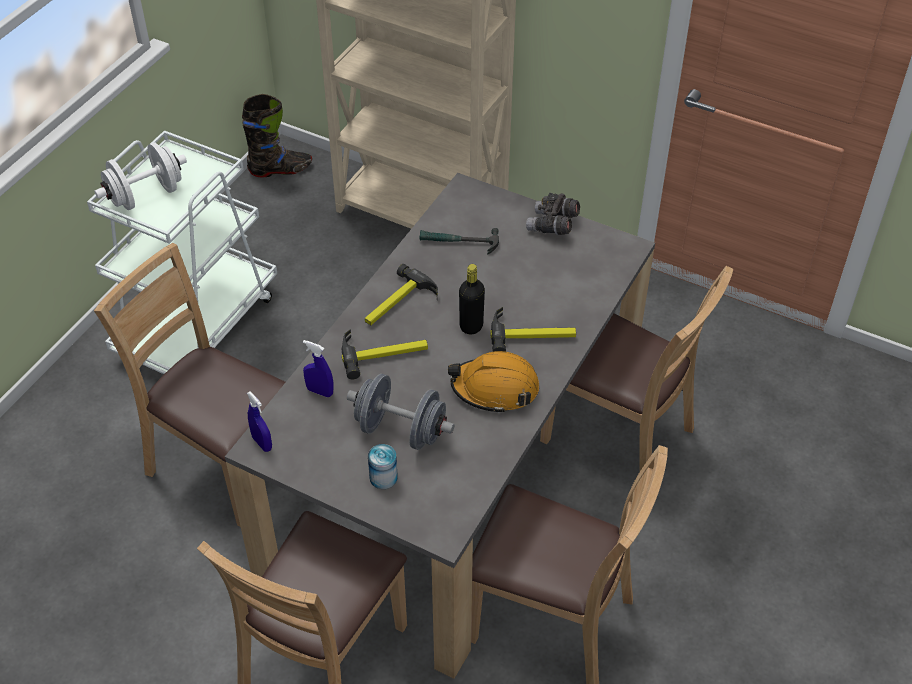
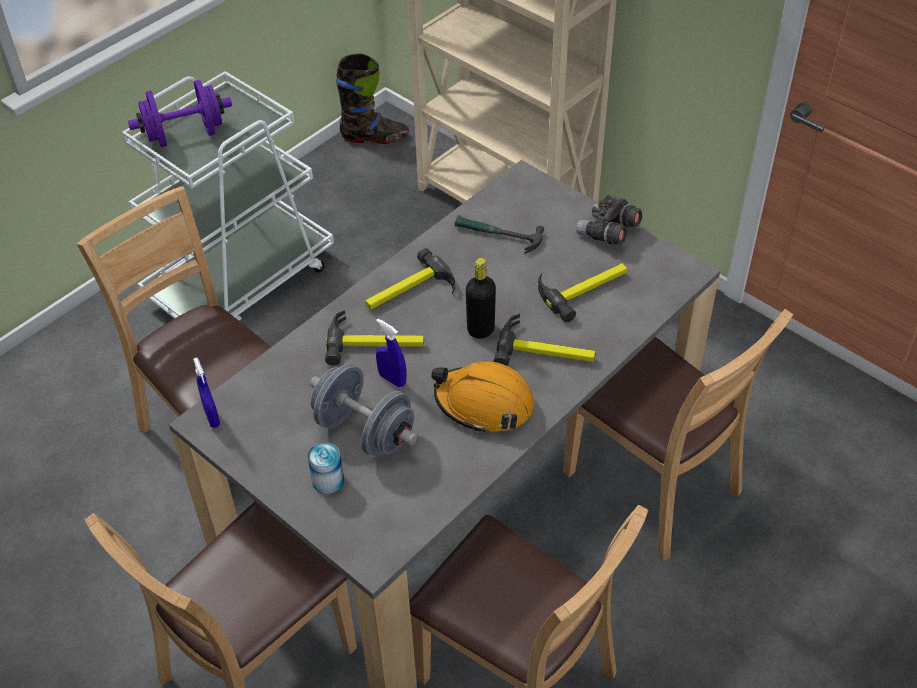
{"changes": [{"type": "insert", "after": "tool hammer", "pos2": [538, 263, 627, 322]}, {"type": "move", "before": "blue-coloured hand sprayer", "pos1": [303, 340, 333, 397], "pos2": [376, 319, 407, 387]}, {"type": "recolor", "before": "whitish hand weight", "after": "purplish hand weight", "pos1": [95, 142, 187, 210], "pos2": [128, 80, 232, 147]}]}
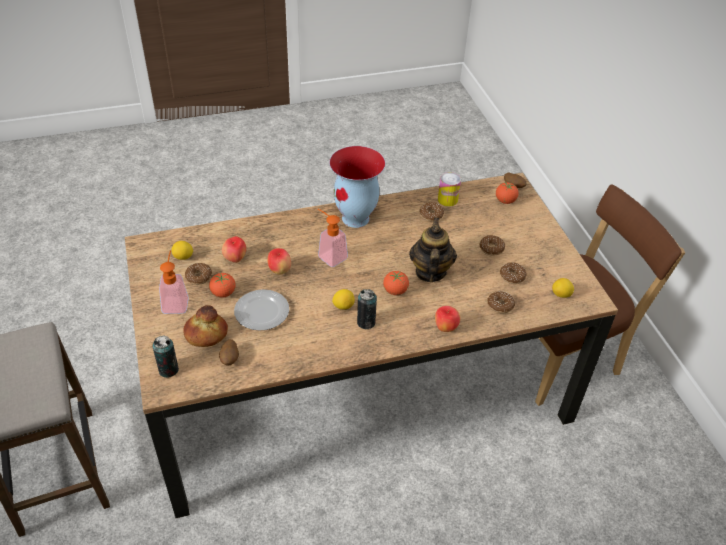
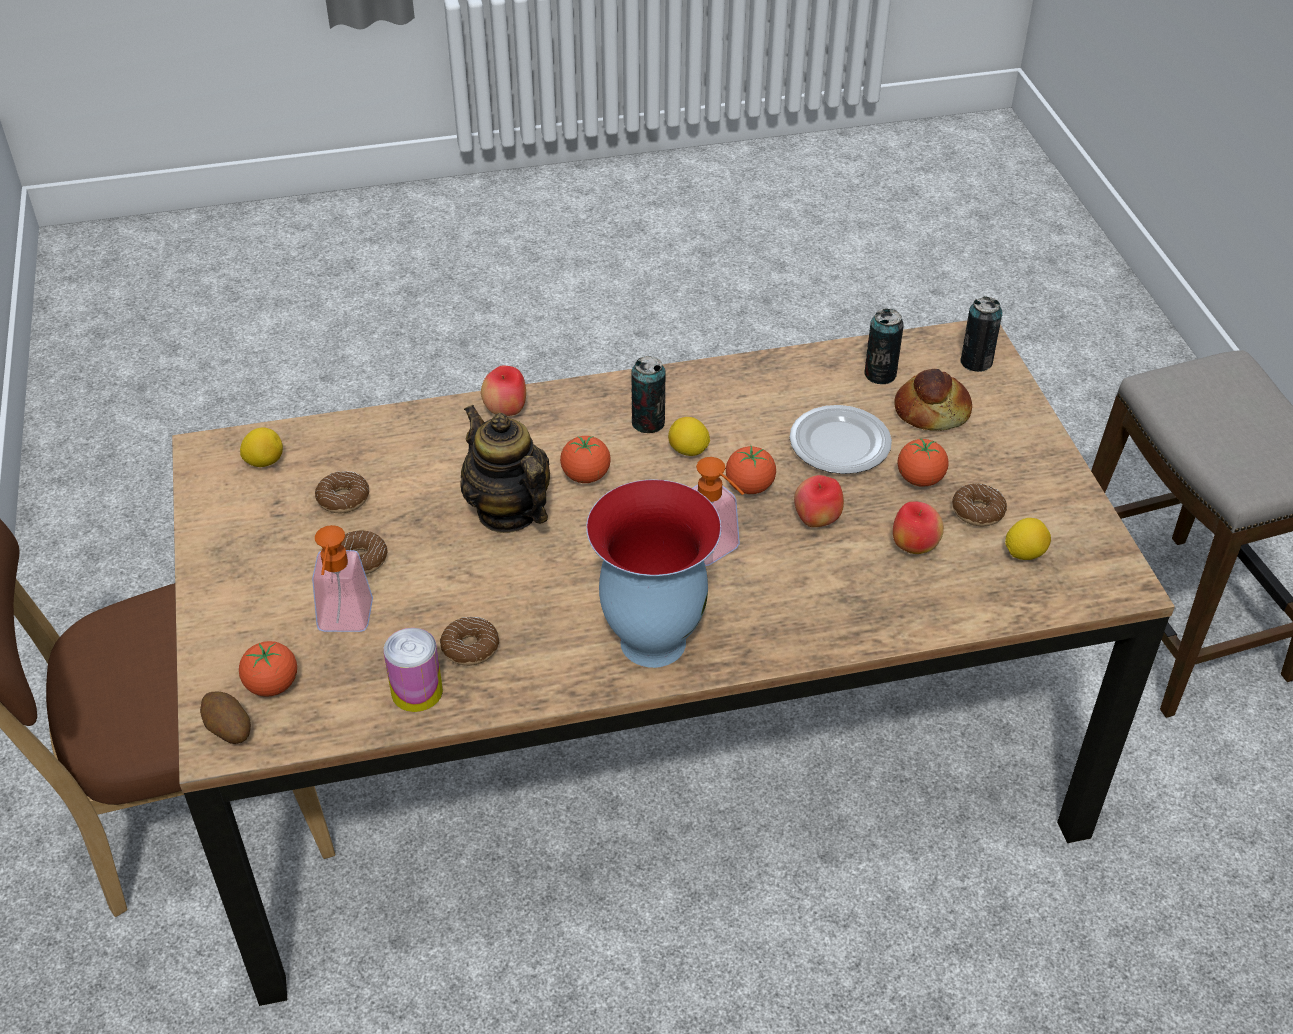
{"changes": [{"type": "delete", "before": "doughnut", "pos1": [487, 291, 515, 313]}, {"type": "insert", "after": "whole tomato", "pos2": [726, 445, 776, 494]}, {"type": "move", "before": "soap bottle", "pos1": [159, 250, 189, 314], "pos2": [312, 525, 373, 632]}, {"type": "replace", "before": "spud", "after": "metal can", "pos1": [219, 339, 239, 366], "pos2": [865, 308, 904, 384]}, {"type": "rotate", "before": "teapot", "pos1": [409, 217, 457, 282], "pos2": [461, 405, 550, 533], "turn": 135}]}
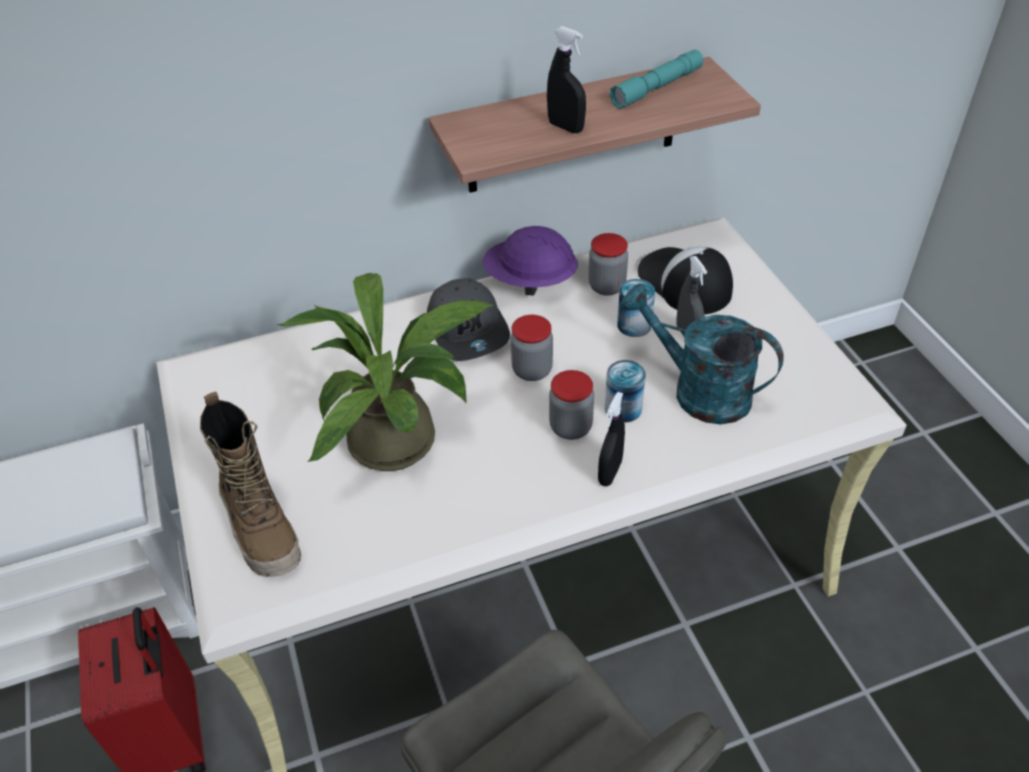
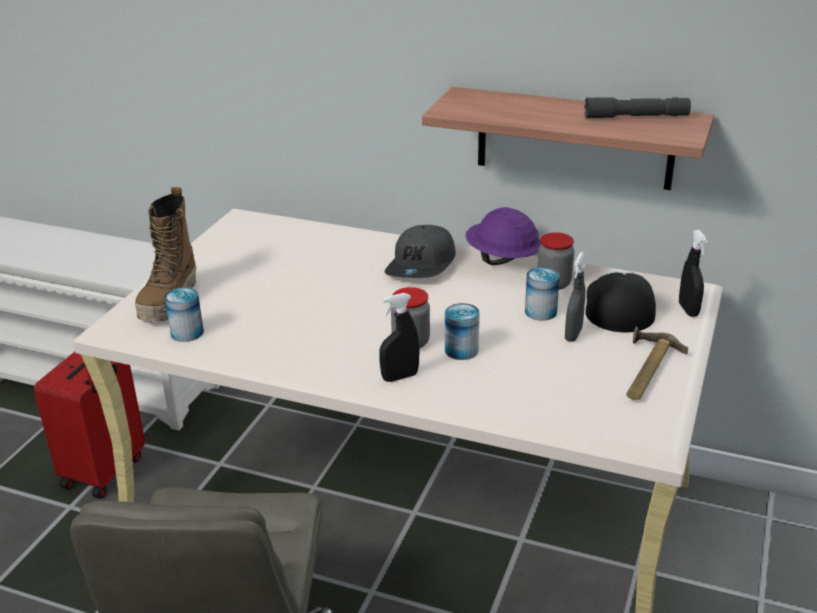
{"changes": [{"type": "delete", "before": "houseplant", "pos1": [277, 273, 494, 471]}, {"type": "delete", "before": "jar", "pos1": [510, 315, 553, 381]}, {"type": "delete", "before": "blue-green sprinkling can", "pos1": [620, 283, 784, 424]}, {"type": "insert", "after": "metal can", "pos2": [164, 287, 204, 342]}, {"type": "insert", "after": "tool hammer", "pos2": [626, 326, 688, 400]}, {"type": "move", "before": "black hand sprayer", "pos1": [547, 26, 586, 133], "pos2": [679, 230, 707, 317]}, {"type": "recolor", "before": "blue-green hand torch", "after": "gray hand torch", "pos1": [609, 50, 703, 109], "pos2": [584, 97, 691, 118]}]}
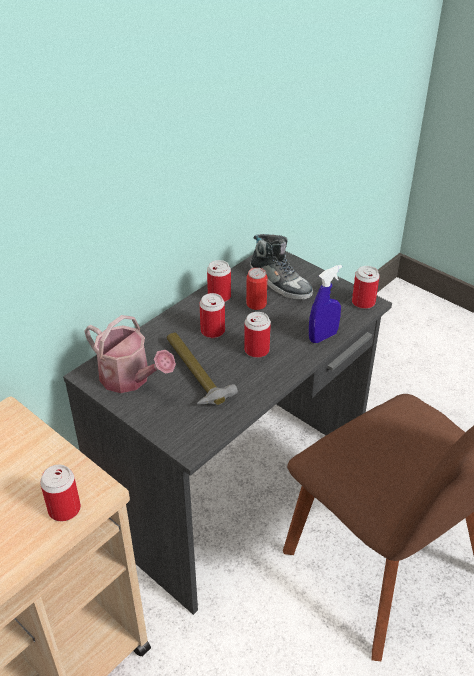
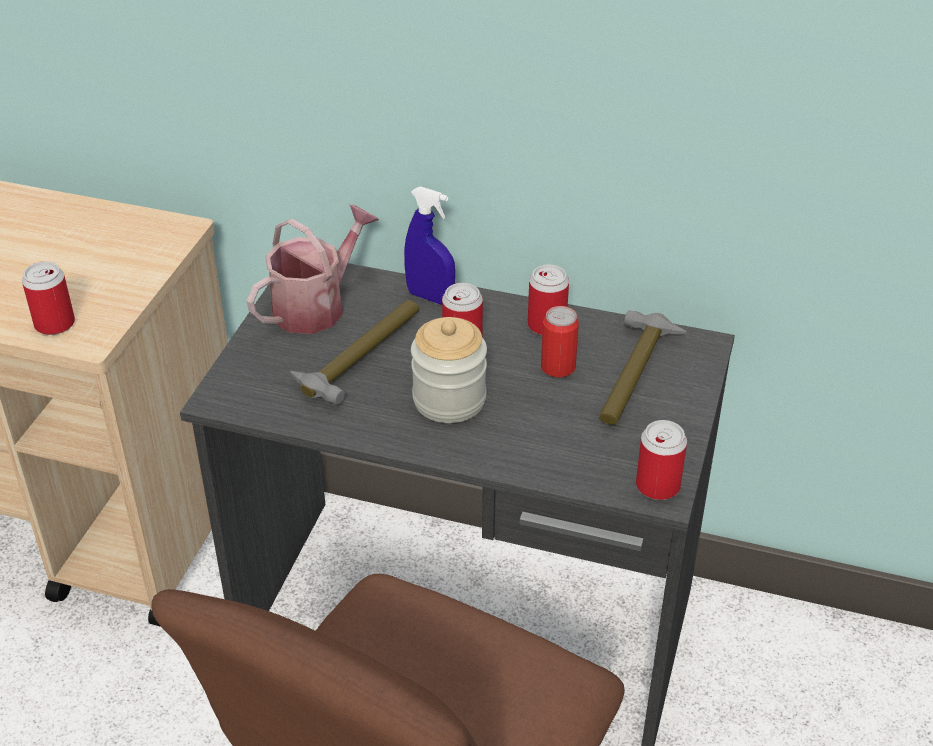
{"changes": [{"type": "move", "before": "blue-coloured hand sprayer", "pos1": [309, 265, 342, 343], "pos2": [404, 186, 455, 305]}, {"type": "replace", "before": "metal can", "after": "jar", "pos1": [244, 312, 271, 358], "pos2": [411, 317, 487, 423]}, {"type": "replace", "before": "low shoe", "after": "tool hammer", "pos1": [250, 234, 313, 300], "pos2": [599, 310, 687, 425]}, {"type": "rotate", "before": "sprinkling can", "pos1": [84, 315, 176, 393], "pos2": [247, 205, 379, 334], "turn": -150}]}
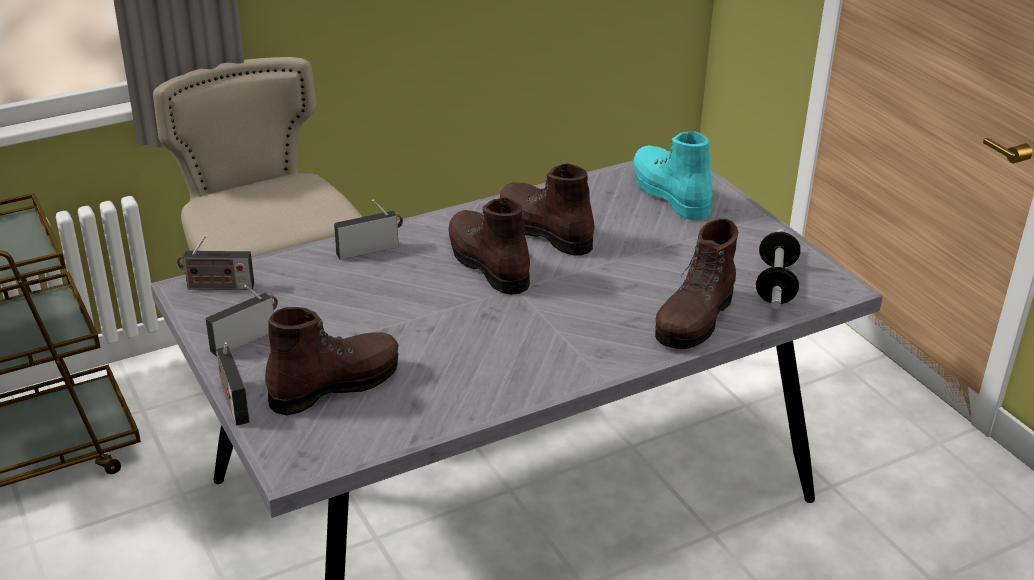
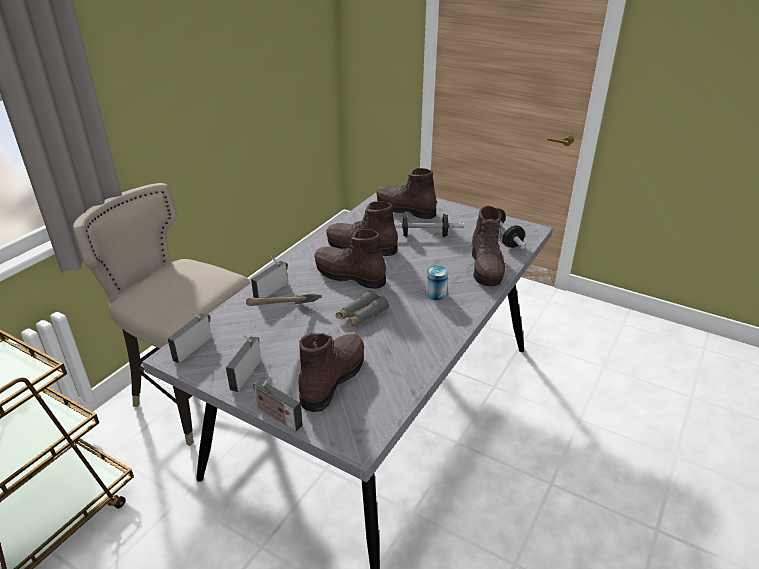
{"changes": [{"type": "insert", "after": "tool hammer", "pos2": [246, 294, 322, 306]}, {"type": "insert", "after": "gray binoculars", "pos2": [336, 290, 389, 327]}, {"type": "insert", "after": "hand weight", "pos2": [394, 214, 464, 237]}, {"type": "insert", "after": "metal can", "pos2": [426, 265, 448, 300]}, {"type": "recolor", "before": "blue-green tall boot", "after": "brownish tall boot", "pos1": [634, 131, 712, 220], "pos2": [376, 168, 437, 219]}, {"type": "rotate", "before": "radio receiver", "pos1": [177, 236, 254, 290], "pos2": [168, 310, 212, 363], "turn": 150}]}
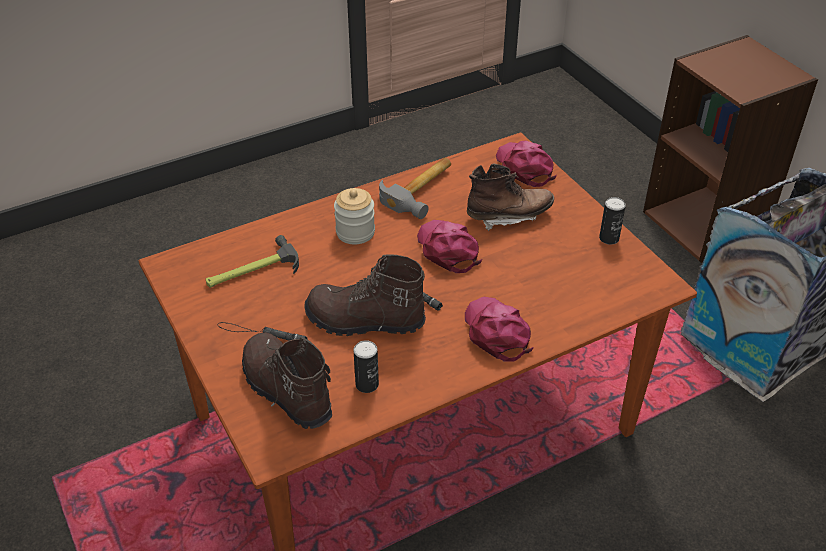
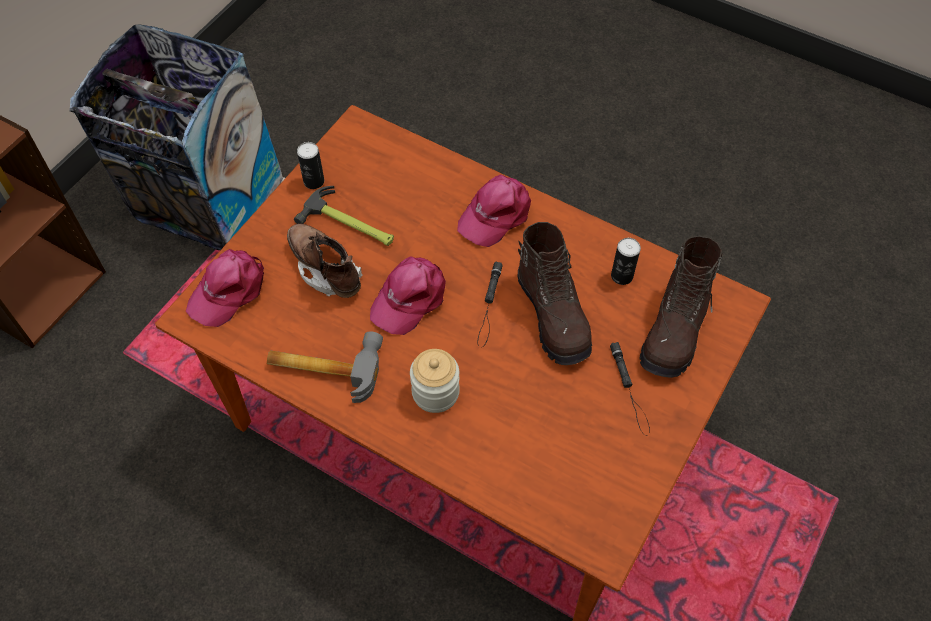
{"changes": [{"type": "move", "before": "tool hammer", "pos1": [206, 235, 299, 288], "pos2": [294, 186, 394, 246]}]}
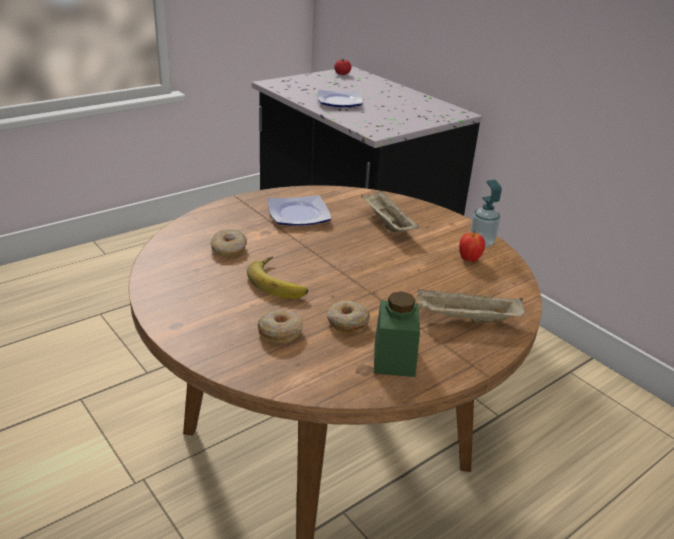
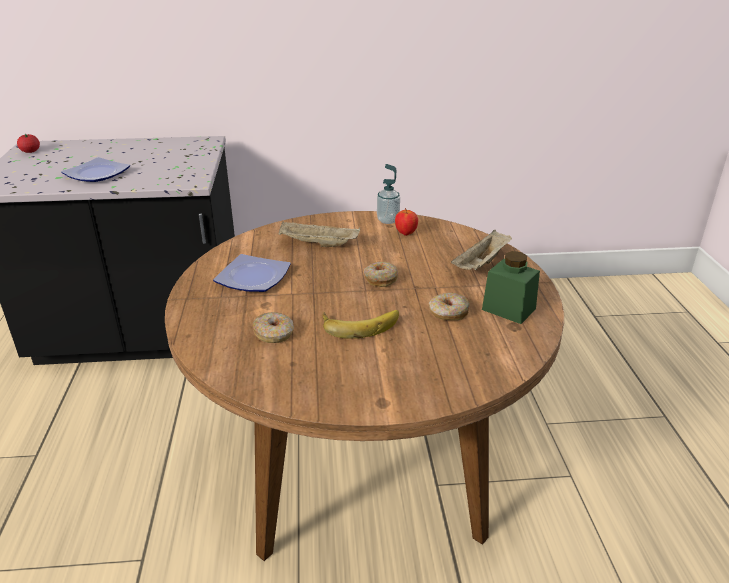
{"changes": [{"type": "move", "before": "doughnut", "pos1": [257, 310, 303, 343], "pos2": [364, 262, 398, 287]}]}
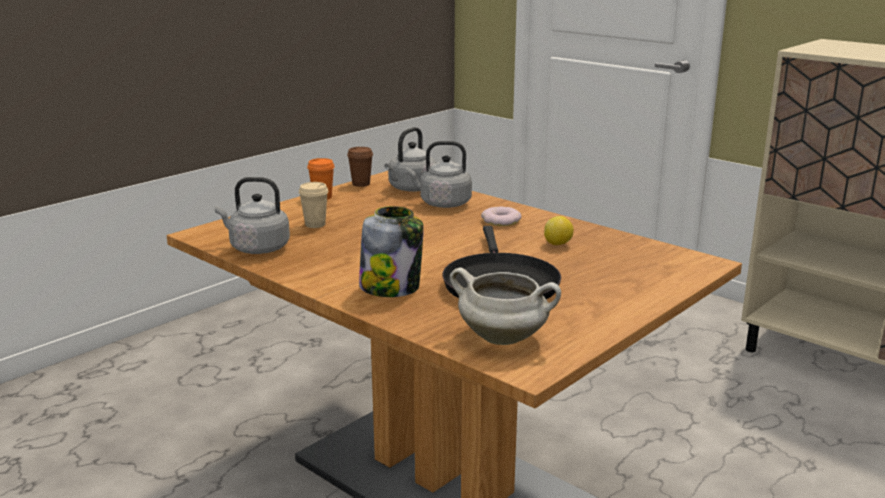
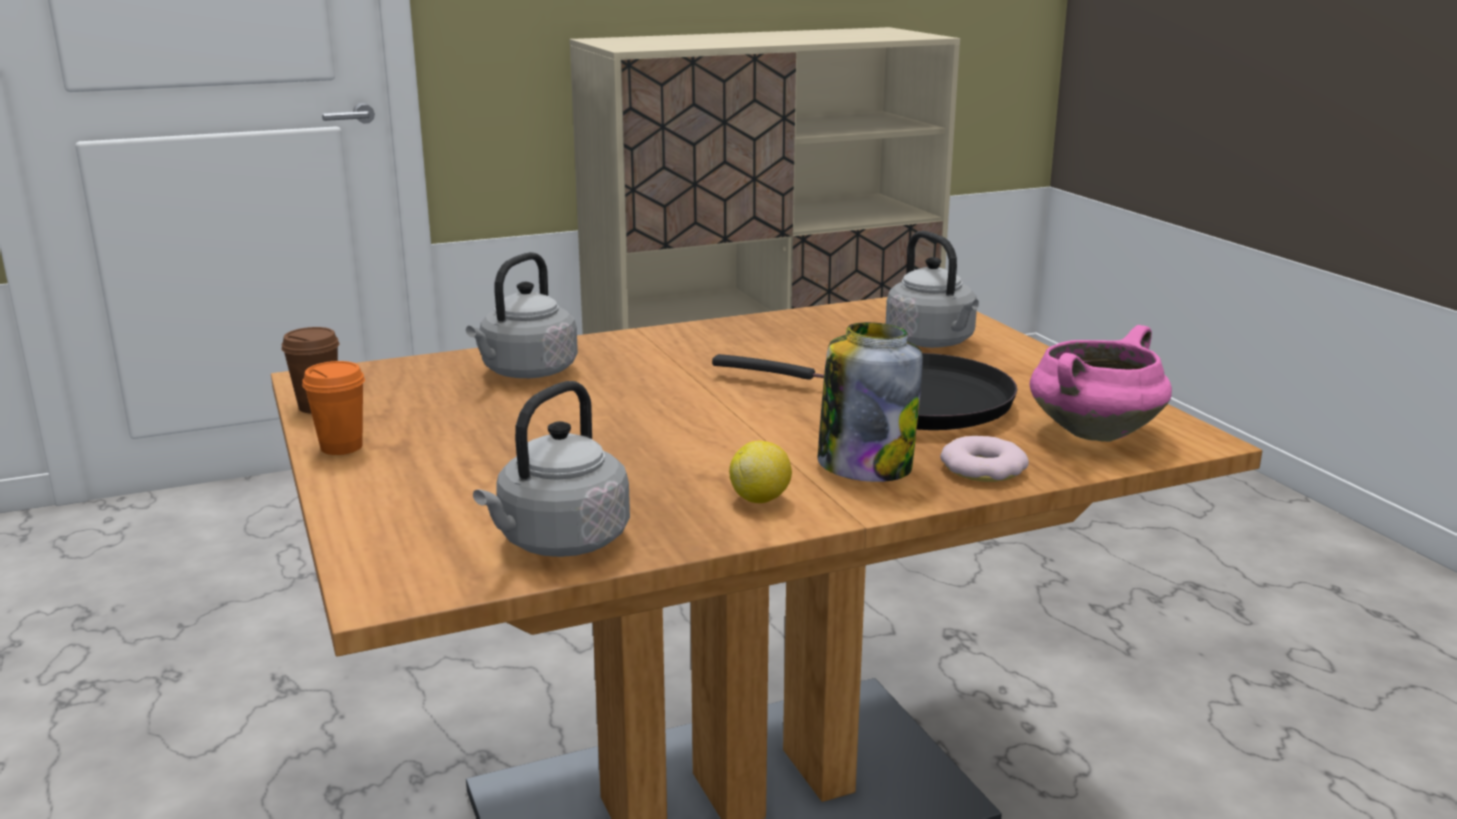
{"changes": [{"type": "delete", "before": "beige small cup", "pos1": [299, 182, 329, 228]}, {"type": "move", "before": "gray tea kettle", "pos1": [384, 127, 437, 192], "pos2": [886, 231, 979, 348]}, {"type": "move", "before": "doughnut", "pos1": [481, 207, 521, 226], "pos2": [940, 436, 1029, 482]}, {"type": "move", "before": "citrus fruit", "pos1": [544, 216, 574, 245], "pos2": [729, 441, 792, 503]}, {"type": "recolor", "before": "whitish saucepot", "after": "pinkish saucepot", "pos1": [450, 268, 561, 345], "pos2": [1030, 325, 1172, 442]}]}
